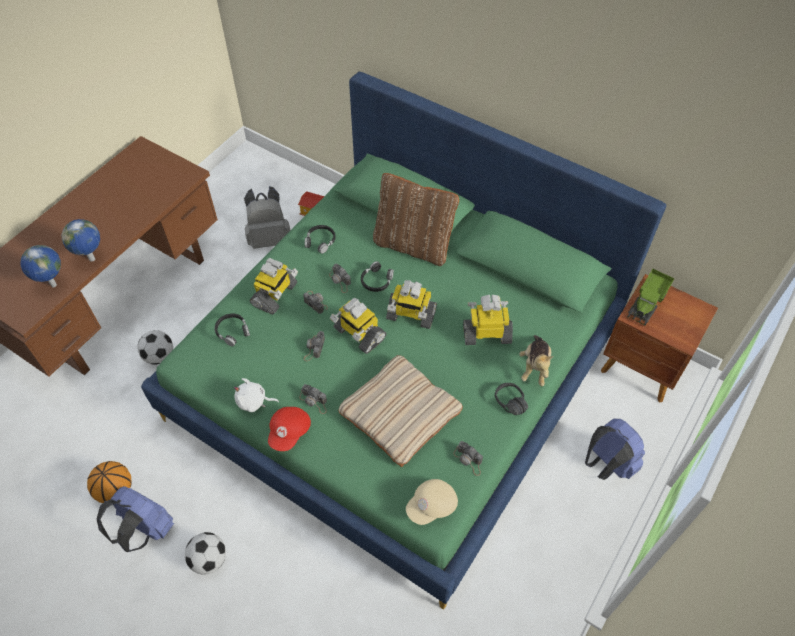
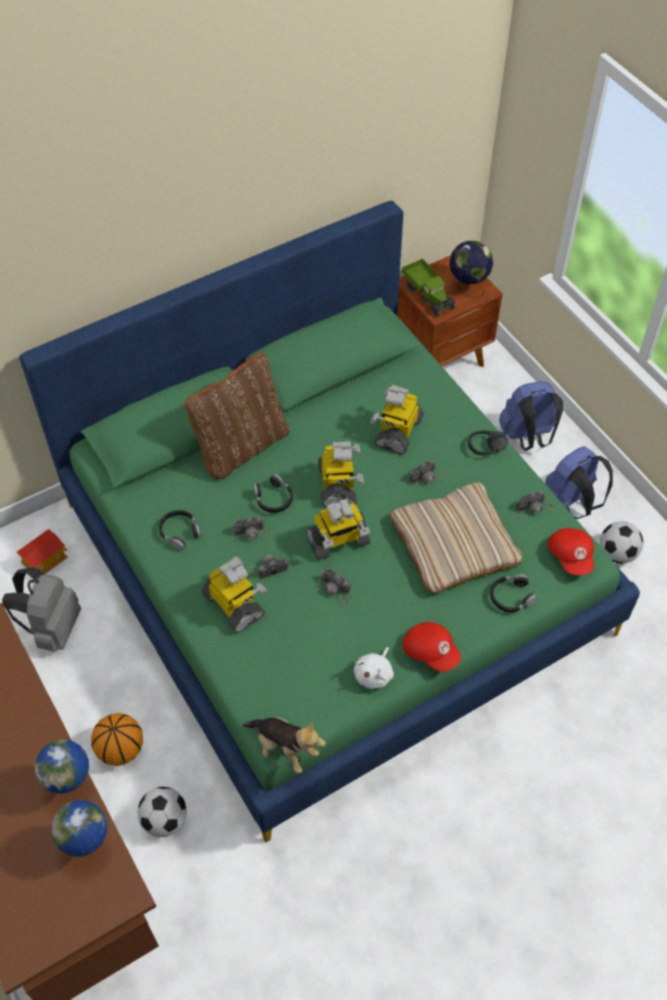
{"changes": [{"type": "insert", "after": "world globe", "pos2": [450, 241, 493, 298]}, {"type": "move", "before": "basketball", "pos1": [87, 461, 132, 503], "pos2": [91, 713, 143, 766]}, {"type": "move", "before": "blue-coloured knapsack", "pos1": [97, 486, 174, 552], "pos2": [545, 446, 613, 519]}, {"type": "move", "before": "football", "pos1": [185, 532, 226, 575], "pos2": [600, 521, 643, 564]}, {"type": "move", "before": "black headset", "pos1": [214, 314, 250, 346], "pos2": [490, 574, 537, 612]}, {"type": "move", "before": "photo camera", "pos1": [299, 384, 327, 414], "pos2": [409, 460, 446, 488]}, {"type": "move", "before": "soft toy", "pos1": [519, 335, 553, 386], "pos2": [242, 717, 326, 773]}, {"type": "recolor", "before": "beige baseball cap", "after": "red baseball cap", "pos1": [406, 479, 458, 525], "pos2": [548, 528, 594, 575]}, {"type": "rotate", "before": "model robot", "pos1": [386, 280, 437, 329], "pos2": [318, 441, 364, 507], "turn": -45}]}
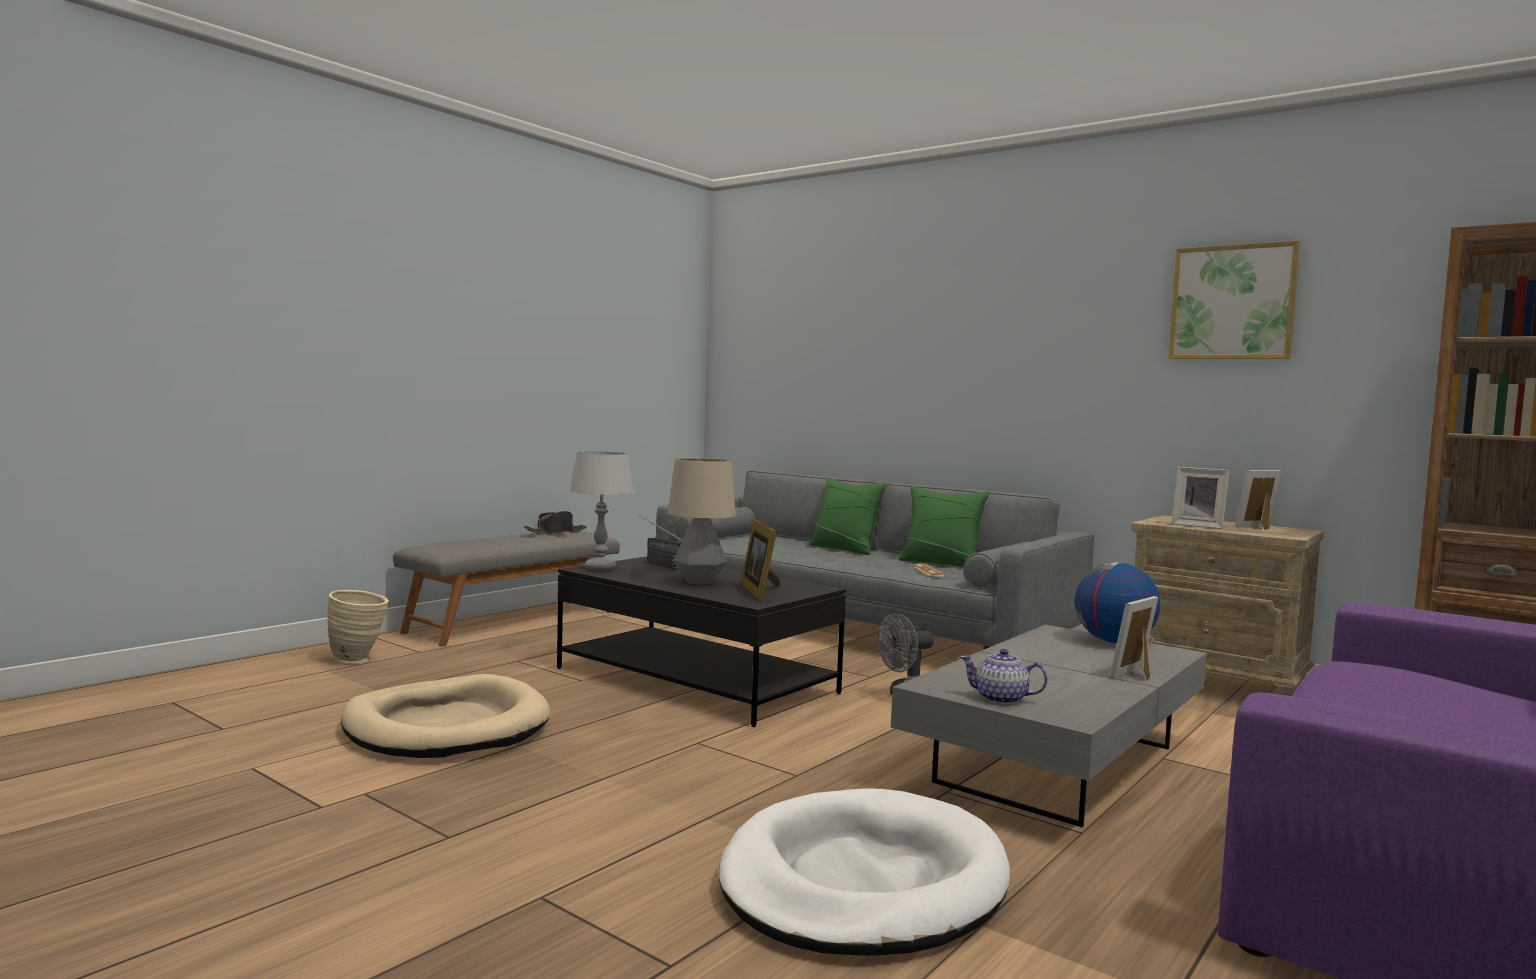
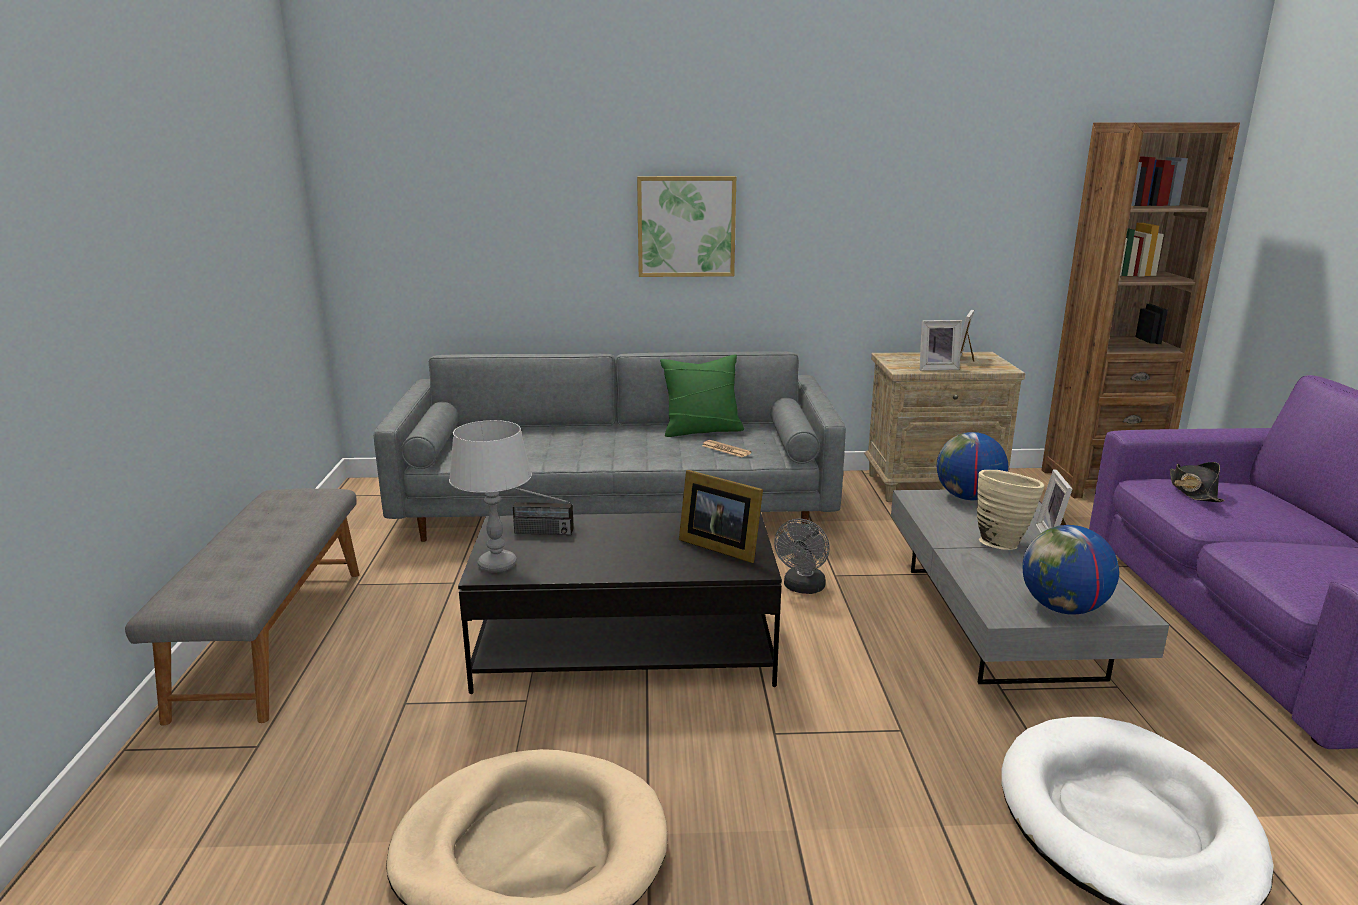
{"changes": [{"type": "delete", "before": "table lamp", "pos1": [668, 458, 736, 585]}, {"type": "delete", "before": "green throw pillow", "pos1": [809, 478, 887, 555]}, {"type": "move", "before": "beige decorative vase", "pos1": [327, 590, 389, 663], "pos2": [977, 470, 1044, 550]}, {"type": "move", "before": "black hat", "pos1": [524, 511, 586, 535], "pos2": [1170, 462, 1225, 502]}, {"type": "move", "before": "wall art", "pos1": [1168, 241, 1300, 359], "pos2": [637, 176, 736, 277]}, {"type": "replace", "before": "teapot", "after": "world globe", "pos1": [960, 649, 1048, 704], "pos2": [1022, 525, 1119, 615]}]}
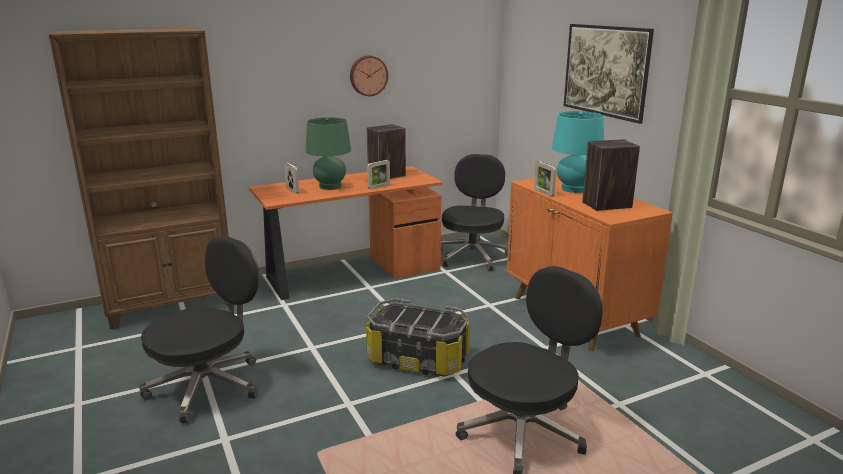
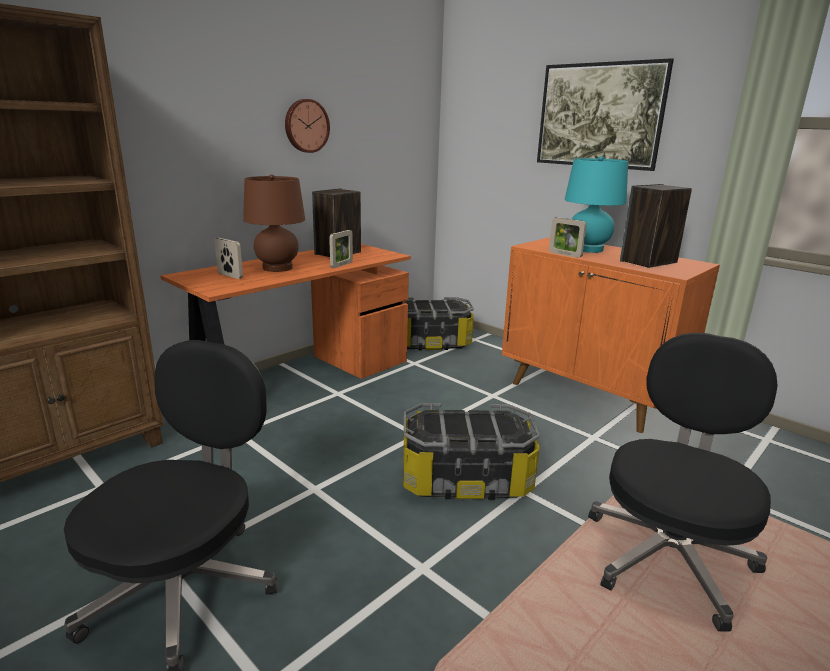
{"changes": [{"type": "replace", "before": "black computer chair", "after": "storage bin", "pos1": [441, 154, 508, 271], "pos2": [405, 297, 474, 350]}, {"type": "recolor", "before": "green table lamp", "after": "brownish table lamp", "pos1": [306, 117, 351, 190], "pos2": [243, 174, 305, 272]}]}
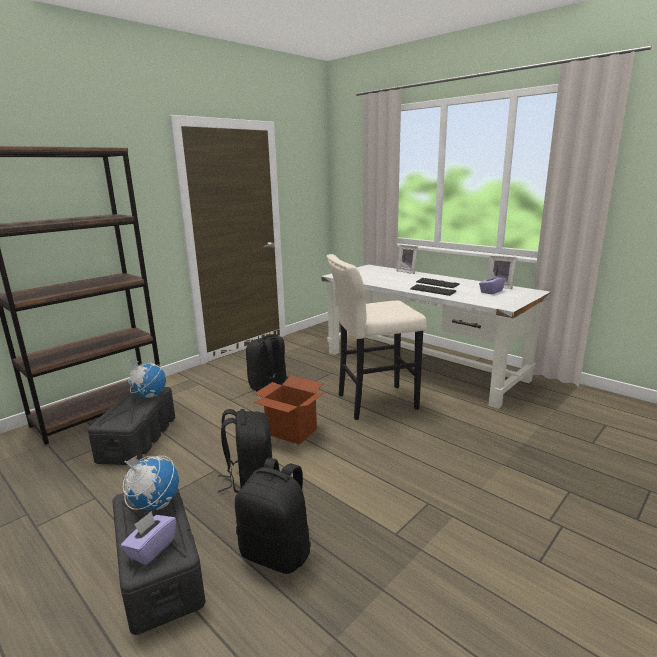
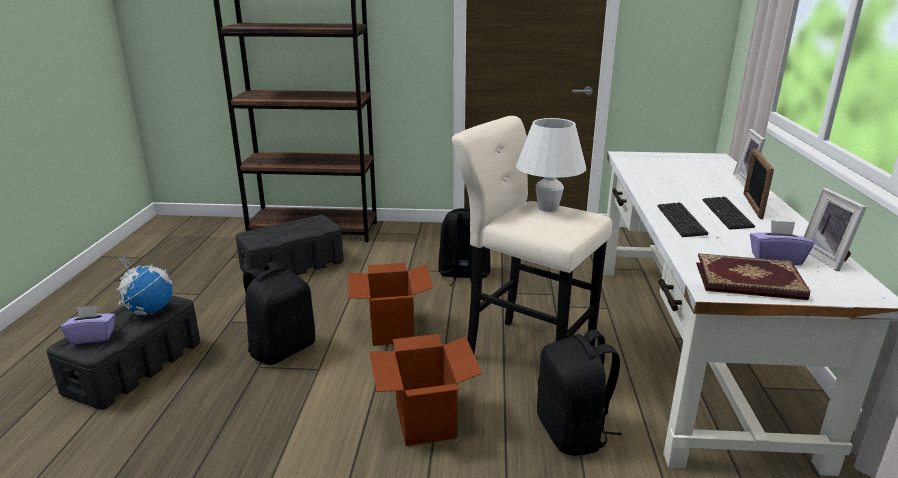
{"changes": [{"type": "delete", "before": "world globe", "pos1": [128, 358, 166, 398]}, {"type": "insert", "after": "cardboard box", "pos2": [370, 334, 482, 446]}, {"type": "insert", "after": "whitish table lamp", "pos2": [516, 118, 586, 212]}, {"type": "insert", "after": "volume", "pos2": [696, 253, 810, 300]}, {"type": "insert", "after": "picture frame", "pos2": [743, 149, 774, 219]}, {"type": "move", "before": "black knapsack", "pos1": [235, 458, 311, 574], "pos2": [537, 330, 621, 456]}]}
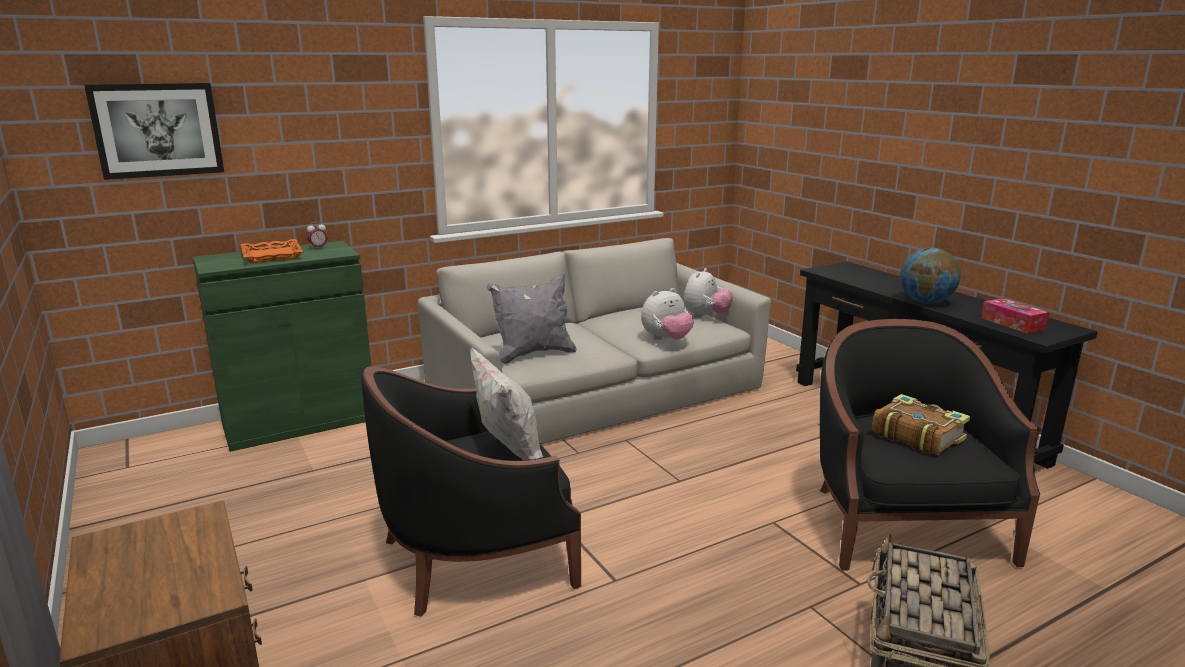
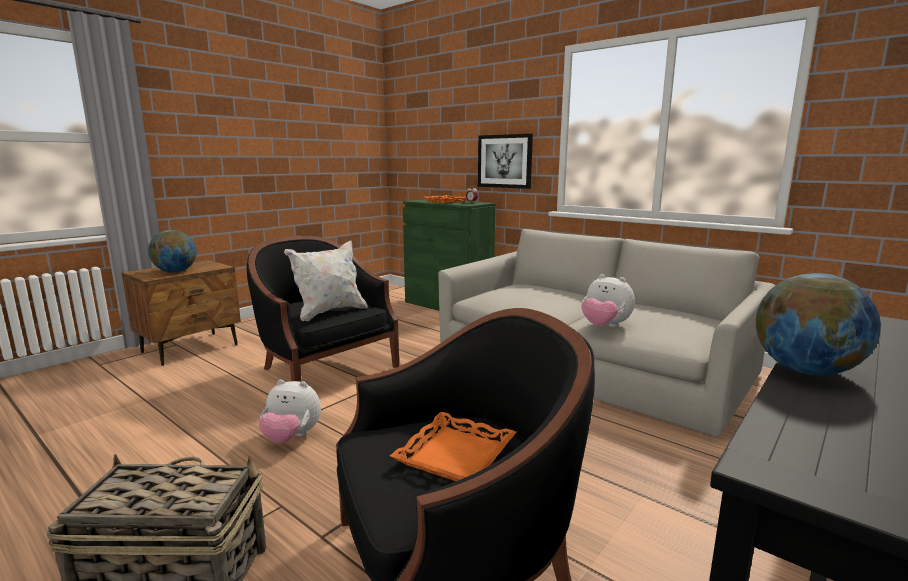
{"changes": [{"type": "delete", "before": "gray throw pillow", "pos1": [486, 274, 576, 364]}, {"type": "delete", "before": "box of tissues", "pos1": [981, 298, 1050, 333]}, {"type": "insert", "after": "world globe", "pos2": [148, 230, 197, 273]}, {"type": "move", "before": "wall art", "pos1": [84, 83, 224, 180], "pos2": [478, 134, 533, 189]}, {"type": "move", "before": "soft toy", "pos1": [684, 268, 733, 318], "pos2": [259, 380, 321, 444]}, {"type": "replace", "before": "volume", "after": "orange-coloured carrying tray", "pos1": [872, 394, 970, 455], "pos2": [390, 412, 516, 481]}]}
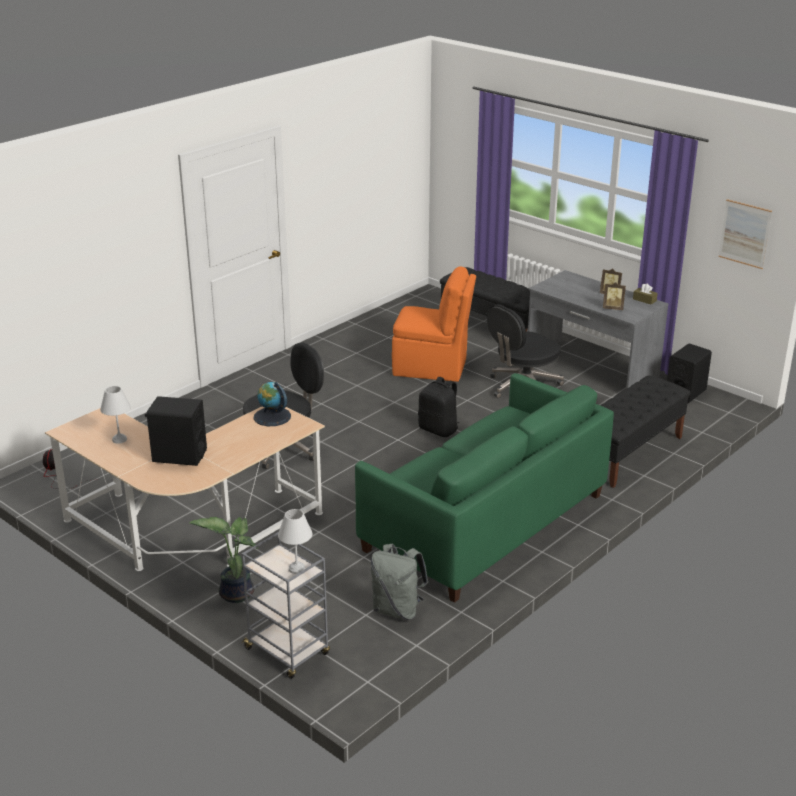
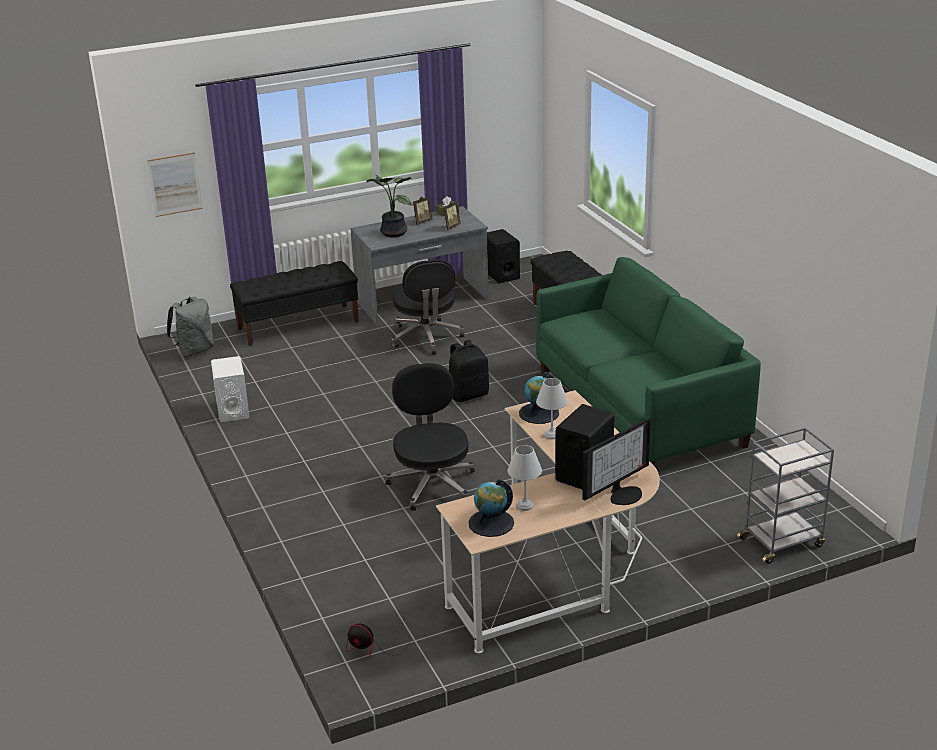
{"changes": [{"type": "delete", "before": "orange-coloured chair", "pos1": [392, 266, 476, 382]}, {"type": "insert", "after": "whitish loudspeaker", "pos2": [211, 356, 249, 422]}, {"type": "insert", "after": "world globe", "pos2": [468, 479, 514, 537]}, {"type": "insert", "after": "computer display", "pos2": [582, 418, 651, 505]}, {"type": "move", "before": "houseplant", "pos1": [189, 517, 258, 603], "pos2": [366, 175, 413, 237]}, {"type": "move", "before": "whitish table lamp", "pos1": [278, 509, 312, 574], "pos2": [536, 378, 568, 439]}, {"type": "move", "before": "gray knapsack", "pos1": [371, 544, 428, 620], "pos2": [166, 297, 214, 357]}, {"type": "move", "before": "wall art", "pos1": [718, 199, 772, 269], "pos2": [147, 152, 203, 217]}]}
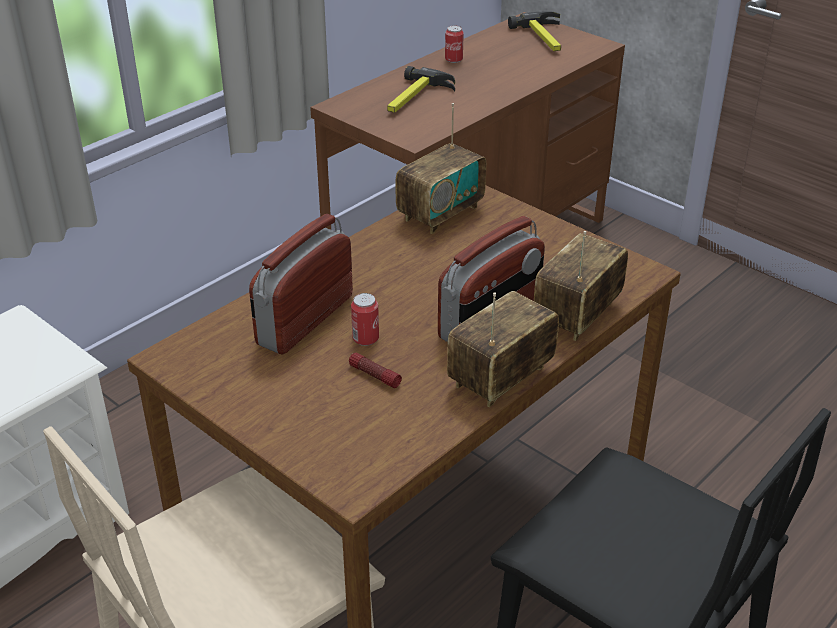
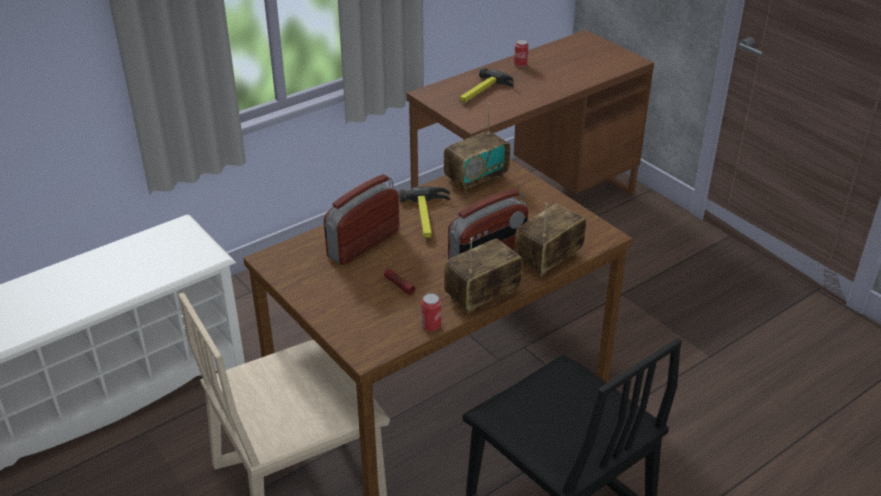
{"changes": [{"type": "move", "before": "metal can", "pos1": [351, 293, 379, 346], "pos2": [421, 293, 441, 331]}, {"type": "move", "before": "tool hammer", "pos1": [508, 12, 561, 51], "pos2": [399, 186, 450, 238]}]}
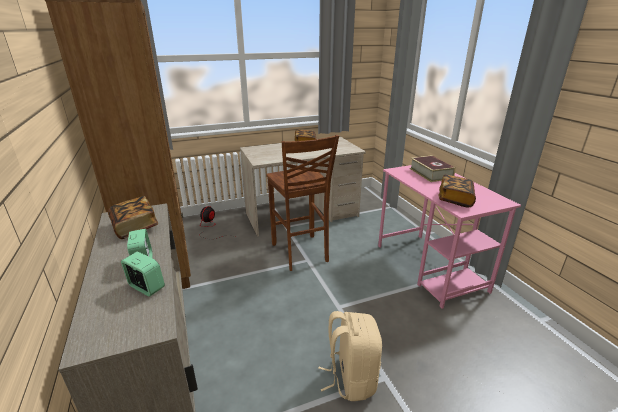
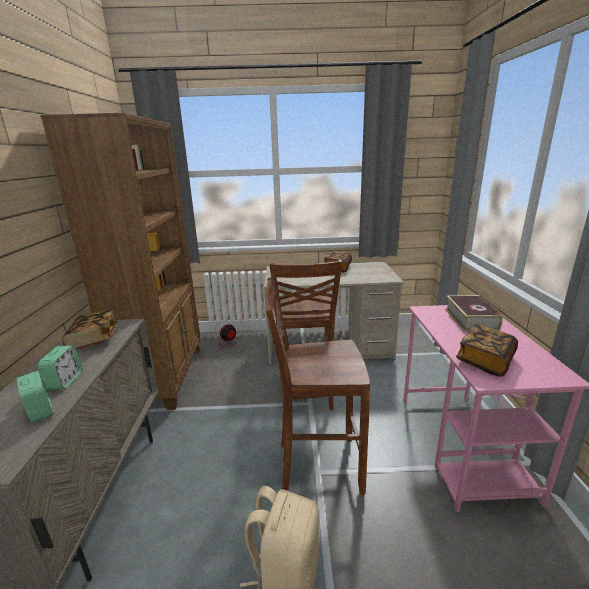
{"changes": [{"type": "insert", "after": "brownish stool seat", "pos2": [265, 277, 370, 495]}]}
